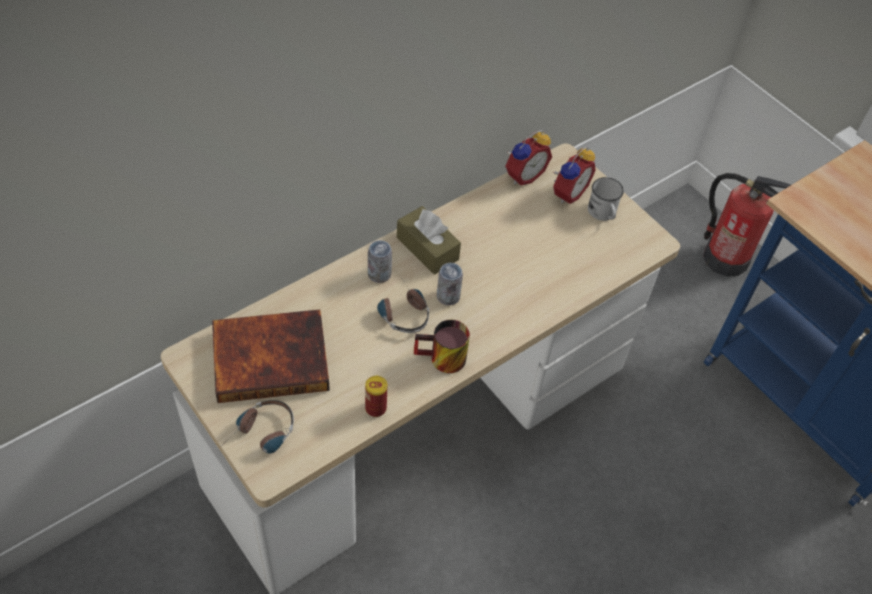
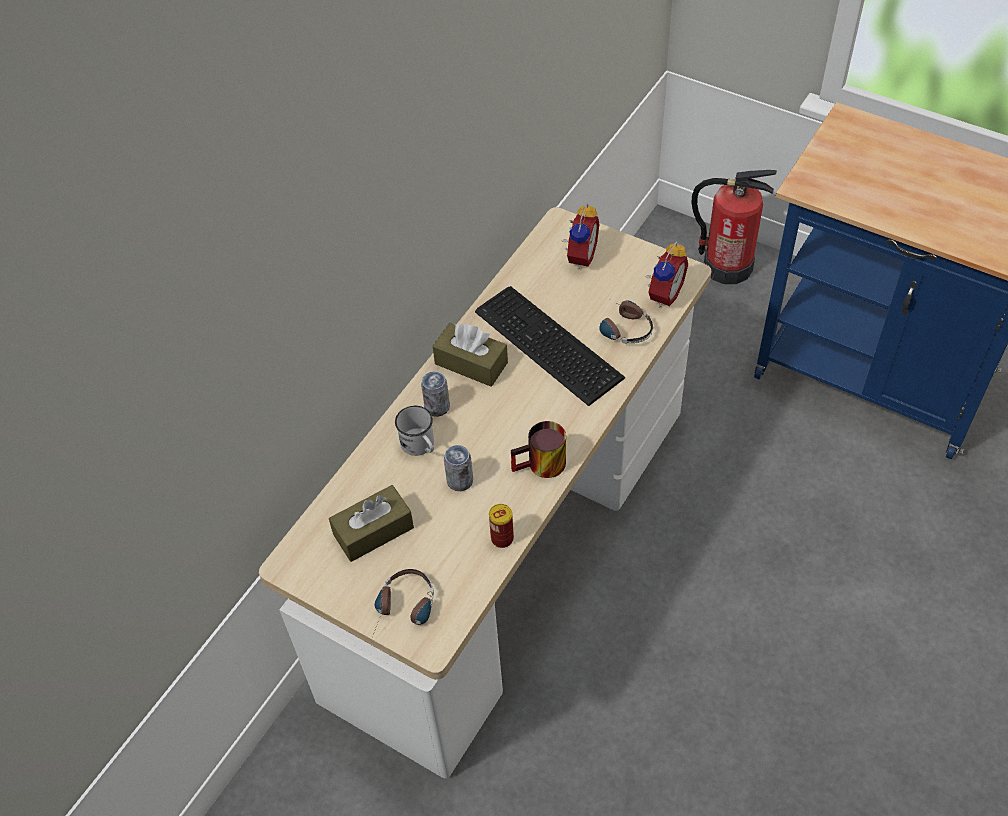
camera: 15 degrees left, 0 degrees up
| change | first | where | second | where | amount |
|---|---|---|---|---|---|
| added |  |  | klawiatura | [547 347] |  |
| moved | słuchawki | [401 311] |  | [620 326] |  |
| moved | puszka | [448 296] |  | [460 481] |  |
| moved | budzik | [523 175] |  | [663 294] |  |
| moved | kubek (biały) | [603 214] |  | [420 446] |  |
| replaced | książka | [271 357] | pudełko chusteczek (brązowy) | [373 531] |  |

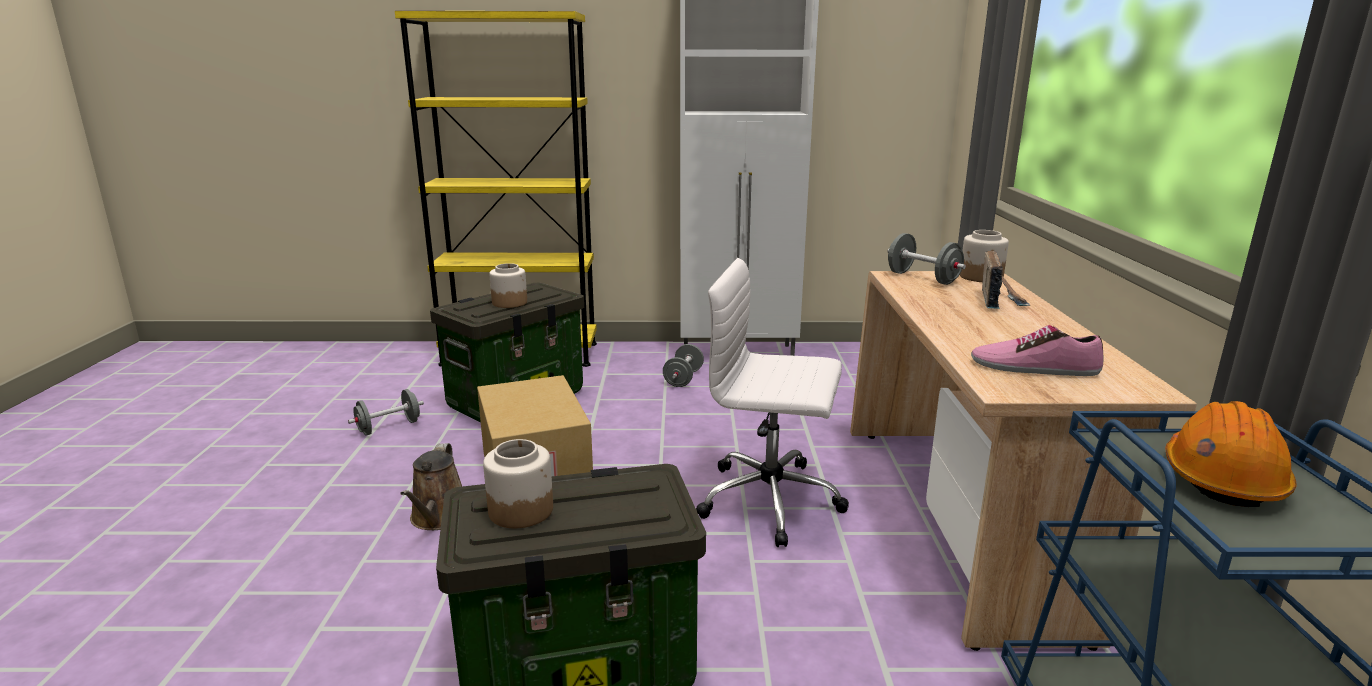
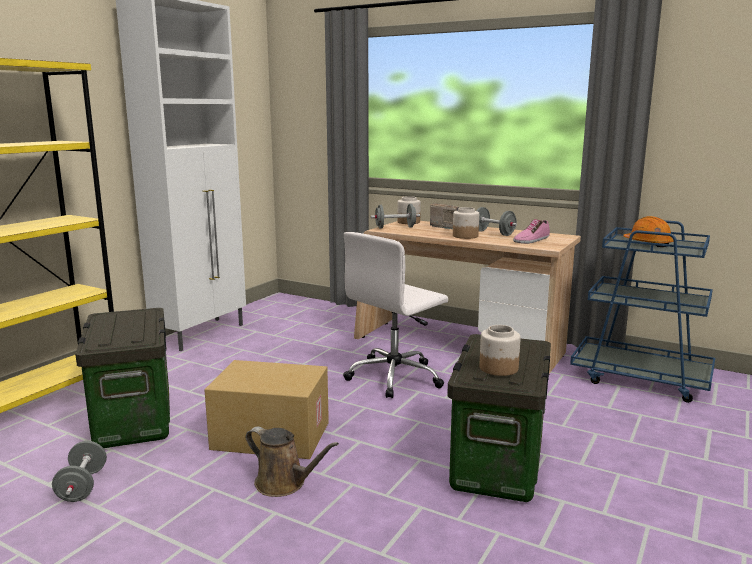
camera: 60 degrees left, 5 degrees down
| change | first | where | second | where | amount |
|---|---|---|---|---|---|
| moved | słoik | [509 302] |  | [465 236] |  |
| moved | hantel (szary) | [683 379] |  | [493 233] |  |

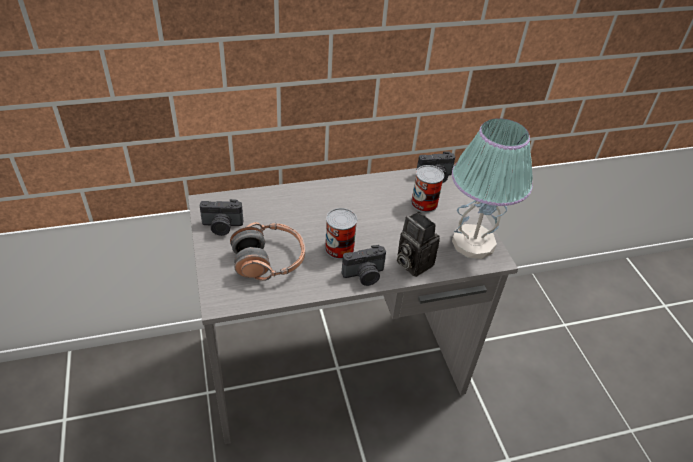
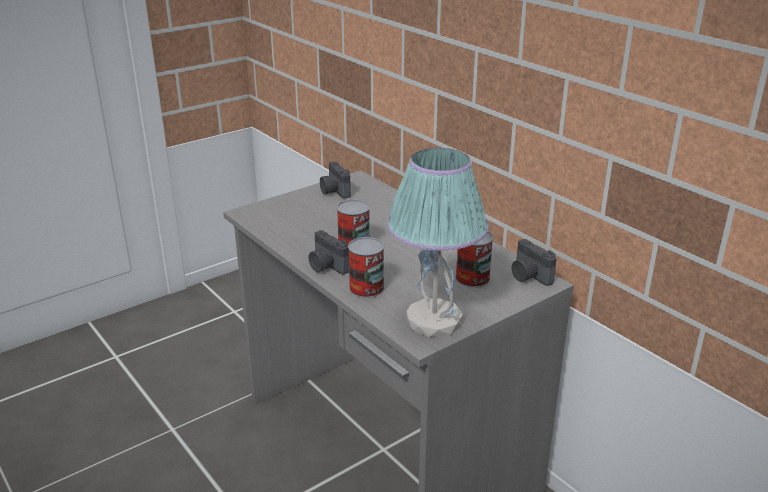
camera: 70 degrees right, 15 degrees down
| change | first | where | second | where | amount |
|---|---|---|---|---|---|
| removed | słuchawki | [269 260] |  |  |  |
| replaced | aparat fotograficzny | [412 263] | puszka | [366 288] |  |

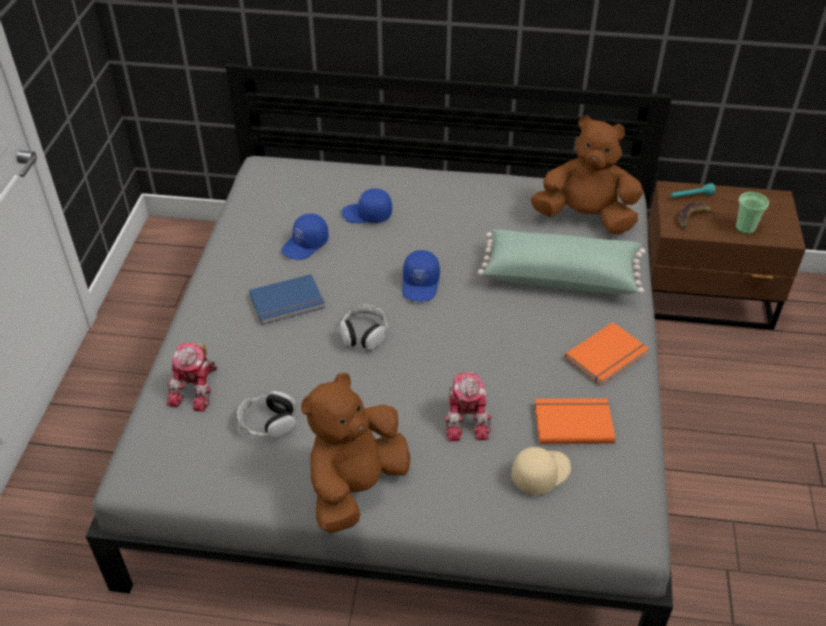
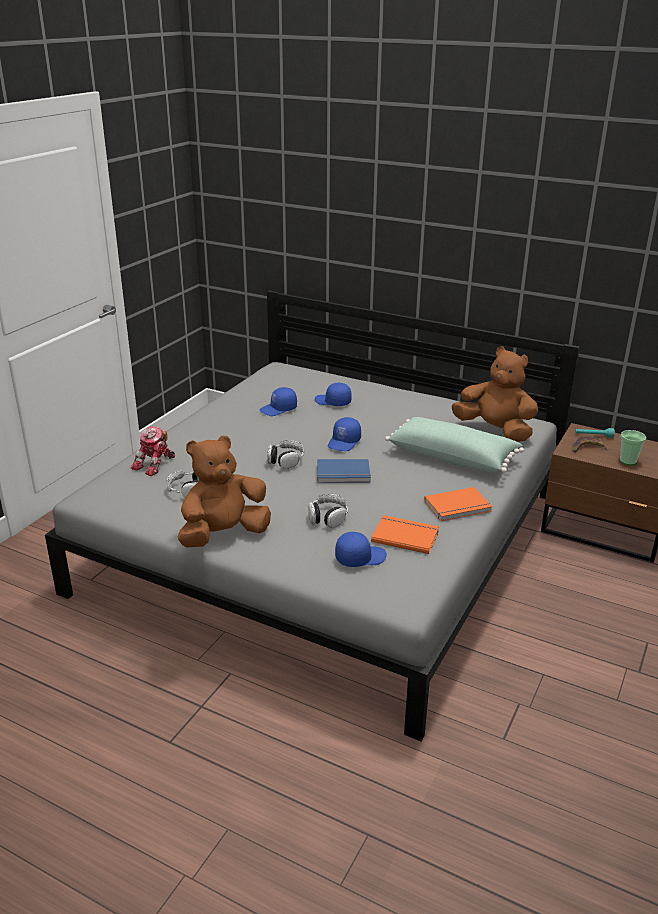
camera: 20 degrees right, 15 degrees down
| change | first | where | second | where | amount |
|---|---|---|---|---|---|
| moved | książka (niebieski) | [288 302] |  | [343 474] |  |
| replaced | robot zabawkowy | [467 418] | słuchawki | [328 517] |  |
| recoloured | czapka z daszkiem (beżowy) | [540 473] | czapka z daszkiem (niebieski) | [360 557] |  |

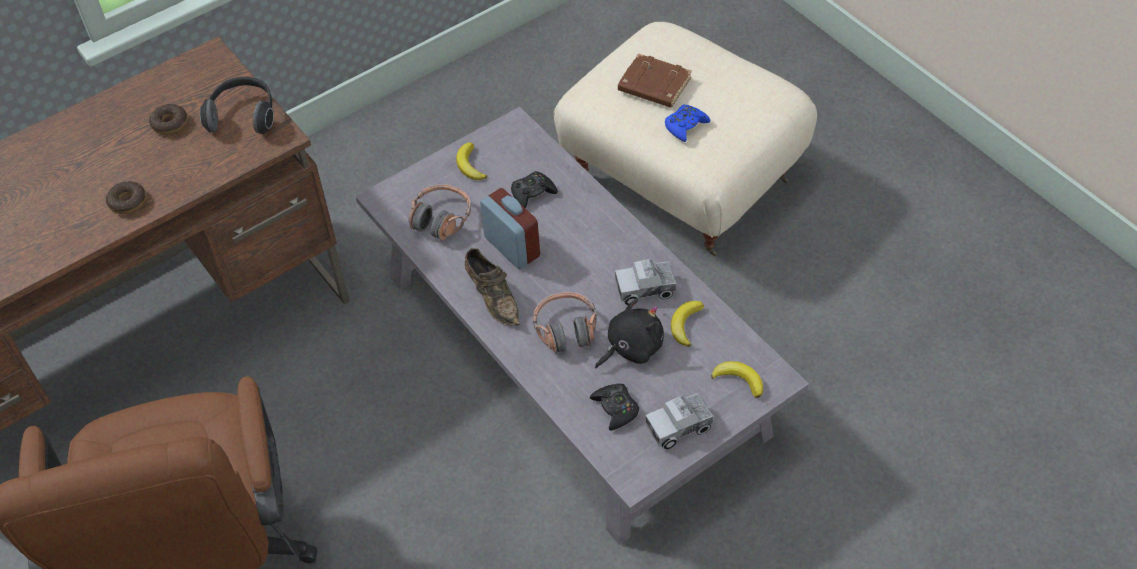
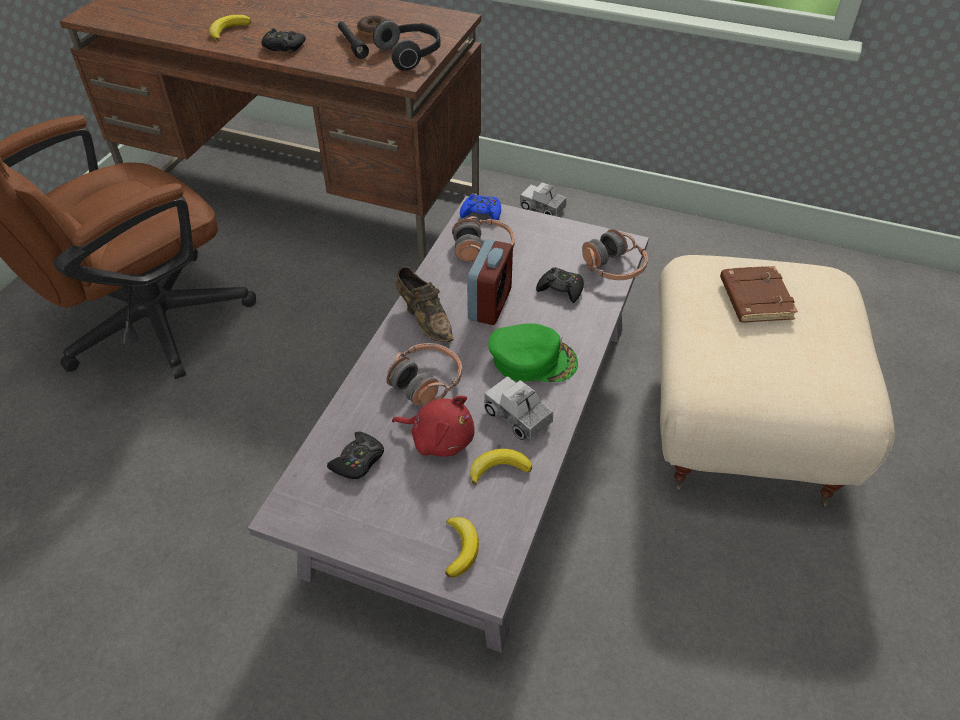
camera: 55 degrees right, 5 degrees down
| change | first | where | second | where | amount |
|---|---|---|---|---|---|
| added |  |  | latarka (czarny) | [352 45] |  |
| added |  |  | czapka z daszkiem (zielony) | [532 359] |  |
| added |  |  | słuchawki | [613 267] |  |
| moved | banan | [470 165] |  | [228 30] |  |
| moved | ciężarówka zabawkowa | [679 426] |  | [543 208] |  |
| moved | pad do gier (niebieski) | [685 126] |  | [481 213] |  |
| replaced | donut | [128 202] | pad do gier (czarny) | [283 47] |  |
| recoloured | pluszak (czarny) | [631 347] | pluszak (czerwony) | [439 439] |  |
| turned | but (brązowy) | [493 298] |  | [425 318] | 60 degrees counterclockwise |

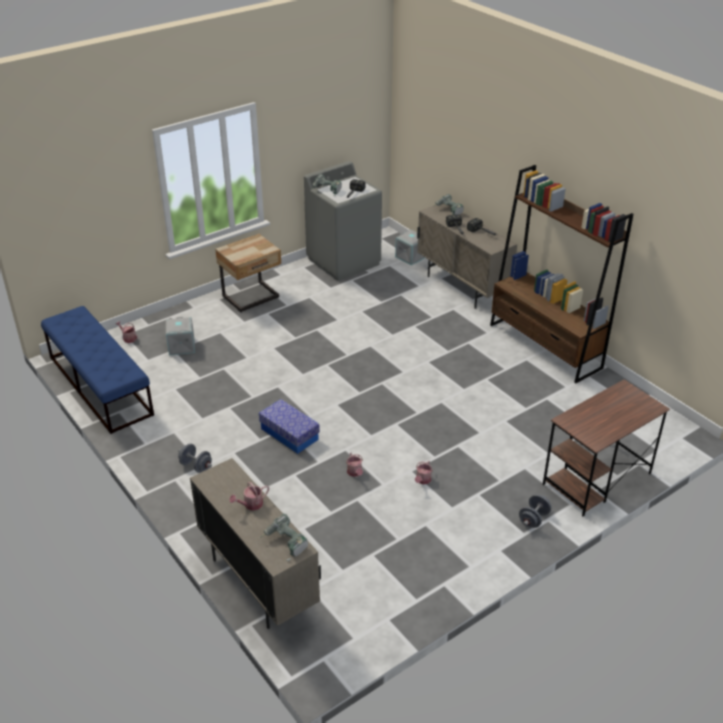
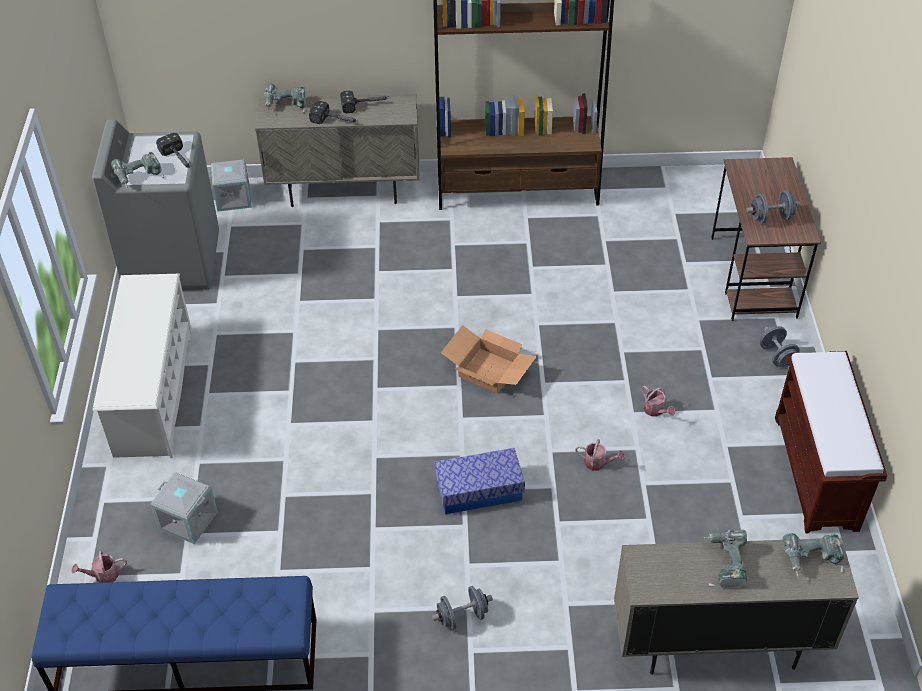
camera: 55 degrees left, 10 degrees up
| change | first | where | second | where | amount |
|---|---|---|---|---|---|
| added |  |  | karton | [489 370] |  |
| added |  |  | hantel (szary) | [770 218] |  |
| added |  |  | ławka (brązowy) | [816 473] |  |
| replaced | szafka nocna (beżowy) | [252 298] | regał na buty (biały) | [153 392] |  |
| replaced | konewka | [251 505] | wiertarka | [724 564] |  |

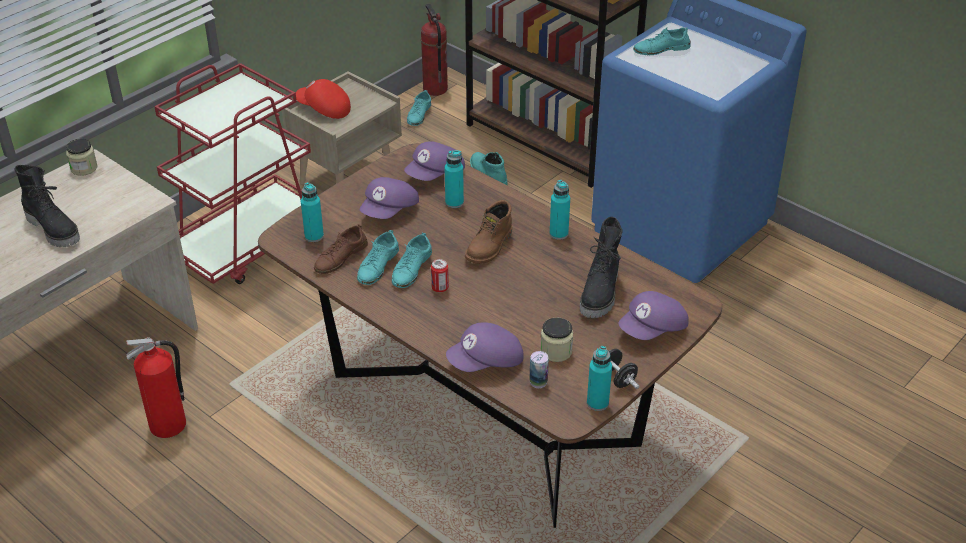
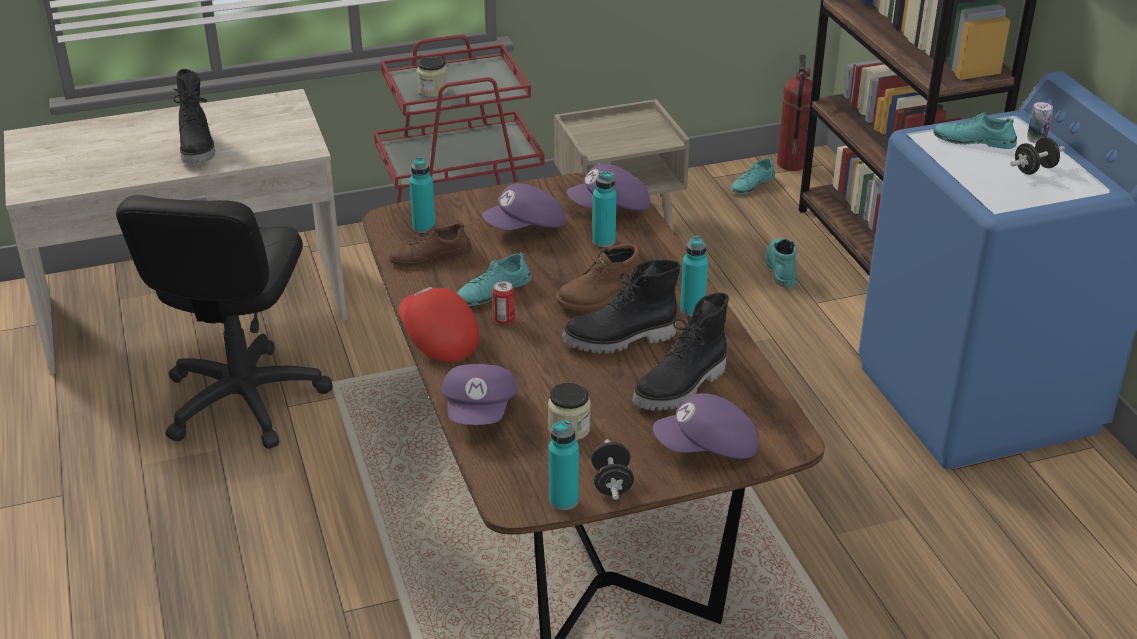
camera: 30 degrees right, 5 degrees down
| change | first | where | second | where | amount |
|---|---|---|---|---|---|
| removed | but (turkusowy) | [378 266] |  |  |  |
| added |  |  | but z cholewką (czarny) | [620 340] |  |
| added |  |  | hantel (czarny) | [1034 169] |  |
| moved | słoik | [84 168] |  | [433 91] |  |
| moved | czapka z daszkiem (czerwony) | [324 109] |  | [437 339] |  |
| moved | puszka | [538 382] |  | [1036 139] |  |
| replaced | gaśnica | [169 425] | krzesło biurowe (czarny) | [243 400] |  |
| turned | czapka z daszkiem (fioletowy) | [486 362] |  | [480 411] | 90 degrees counterclockwise |

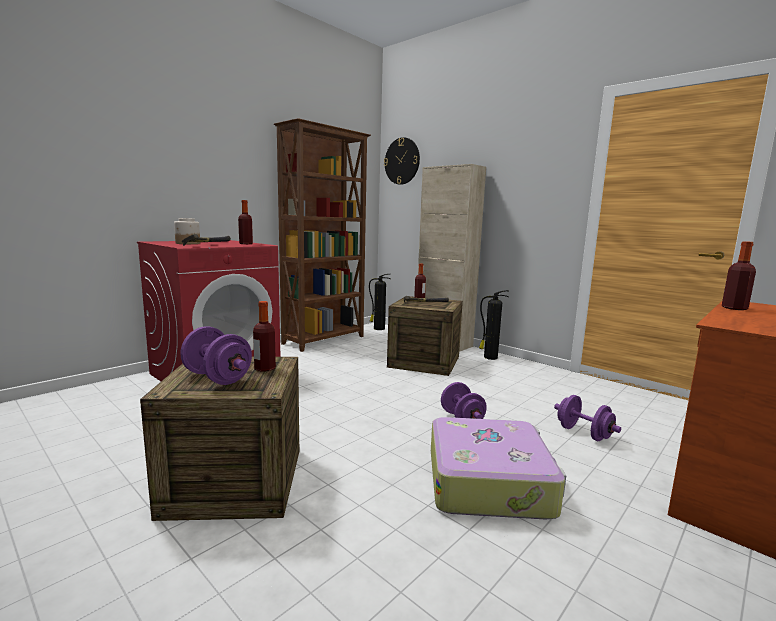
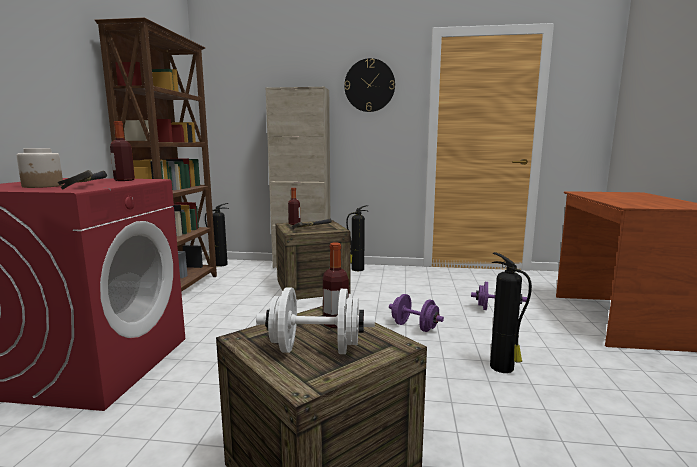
camera: 35 degrees left, 0 degrees up
| change | first | where | second | where | amount |
|---|---|---|---|---|---|
| removed | butelka | [734 308] |  |  |  |
| moved | zegar ścienny | [402 161] |  | [369 85] |  |
| replaced | walizka | [489 481] | gaśnica | [503 368] |  |
| recoloured | hantel (fioletowy) | [217 377] | hantel (biały) | [316 349] |  |

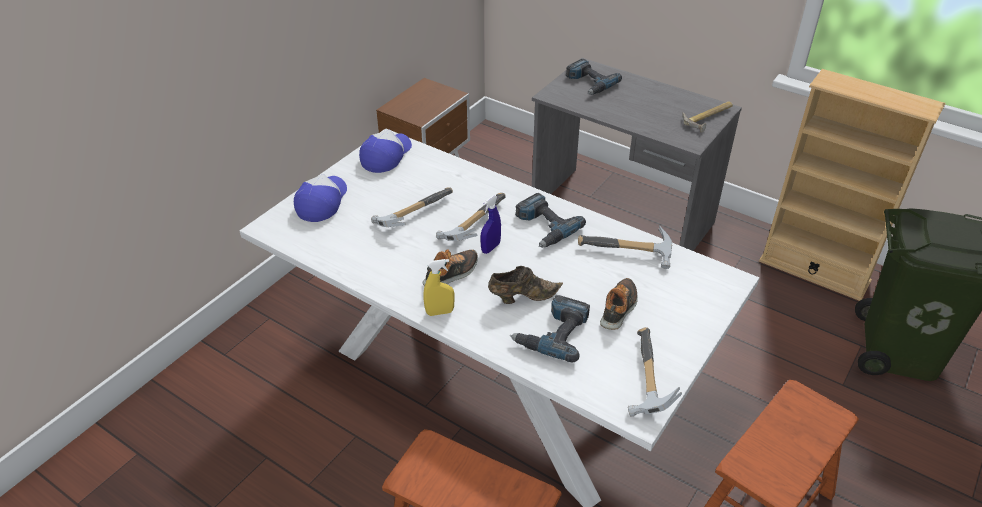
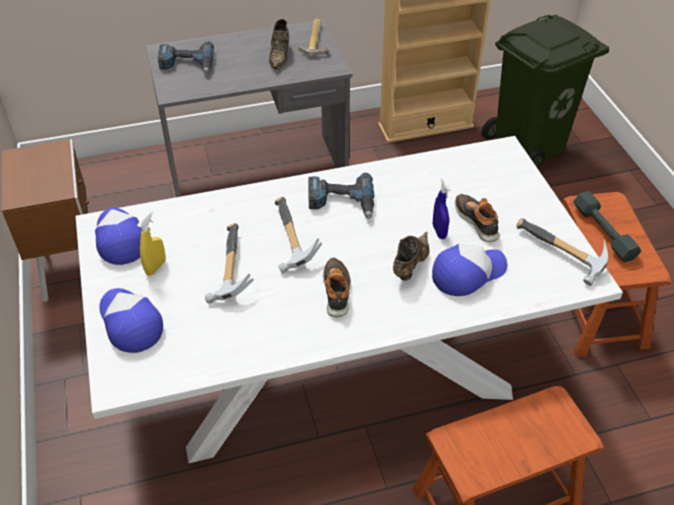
camera: 50 degrees left, 5 degrees up
| change | first | where | second | where | amount |
|---|---|---|---|---|---|
| removed | młotek | [627 255] |  |  |  |
| added |  |  | but (brązowy) | [280 55] |  |
| added |  |  | hantel (szary) | [603 232] |  |
| moved | spryskiwacz (żółty) | [440 312] |  | [156 267] |  |
| moved | spryskiwacz (niebieski) | [490 248] |  | [439 231] |  |
| replaced | wiertarka | [553 333] | czapka z daszkiem | [468 273] |  |

